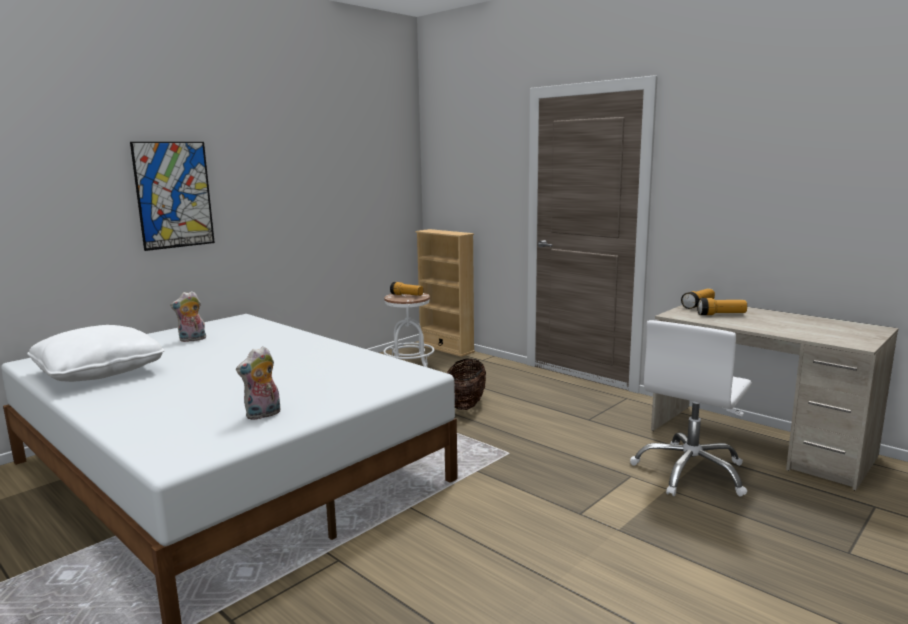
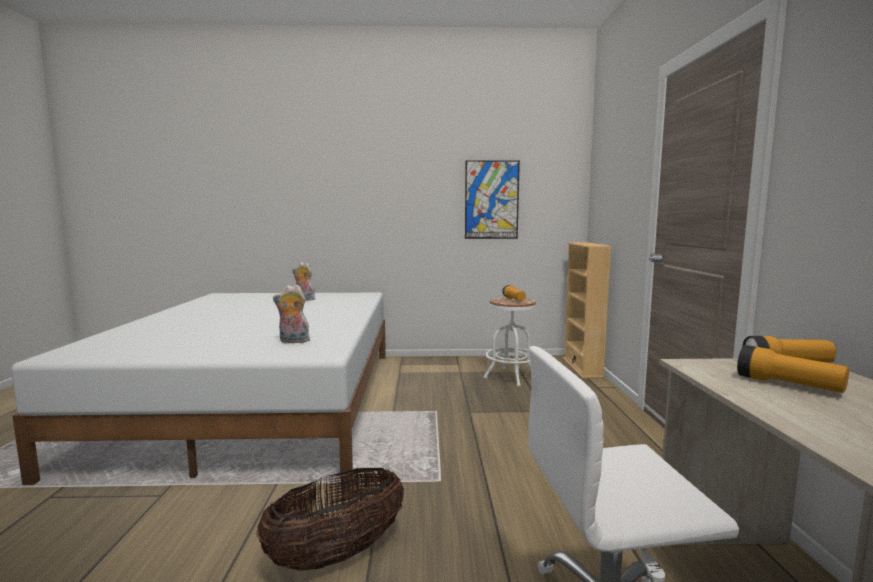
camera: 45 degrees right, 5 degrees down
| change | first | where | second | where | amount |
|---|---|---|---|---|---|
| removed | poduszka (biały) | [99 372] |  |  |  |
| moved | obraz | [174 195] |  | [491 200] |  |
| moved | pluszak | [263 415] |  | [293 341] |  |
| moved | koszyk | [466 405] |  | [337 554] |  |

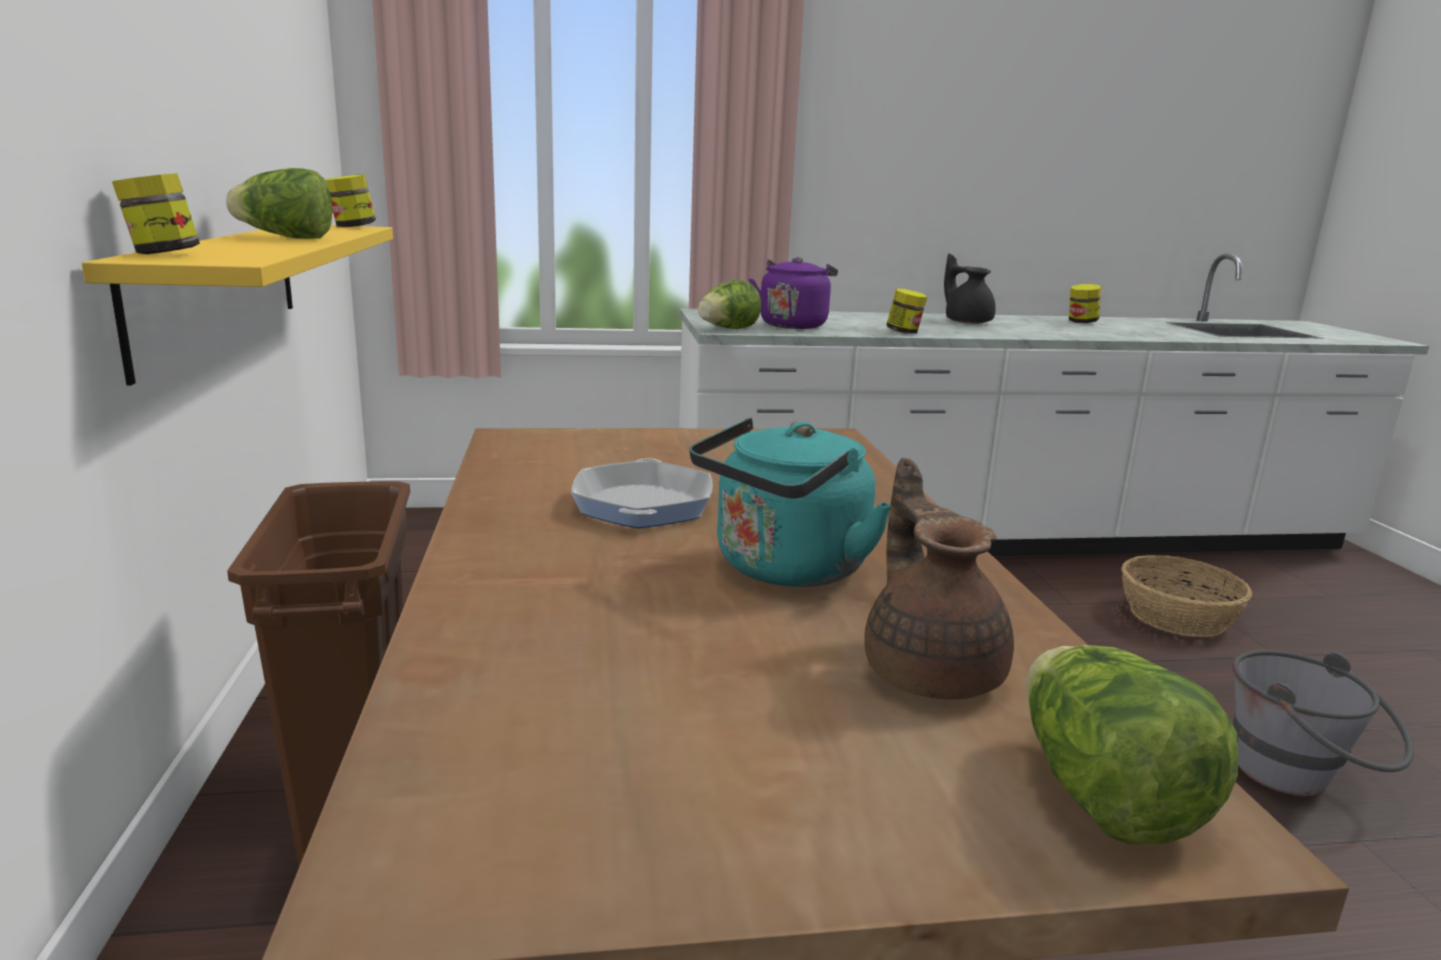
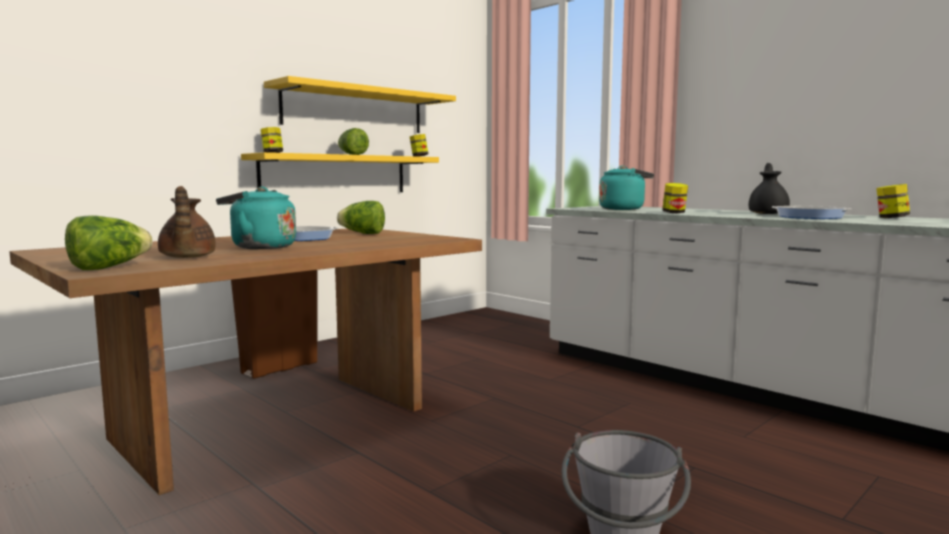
camera: 55 degrees right, 10 degrees down
| change | first | where | second | where | amount |
|---|---|---|---|---|---|
| removed | koszyk | [1176 616] |  |  |  |
| added |  |  | półka (żółty) | [354 110] |  |
| added |  |  | patelnia | [809 217] |  |
| moved | sałata | [727 329] |  | [363 234] |  |
| recoloured | czajnik (fioletowy) | [793 325] | czajnik (turkusowy) | [624 209] |  |
| turned | imbryk (brązowy) | [930 670] |  | [186 257] | 120 degrees clockwise |

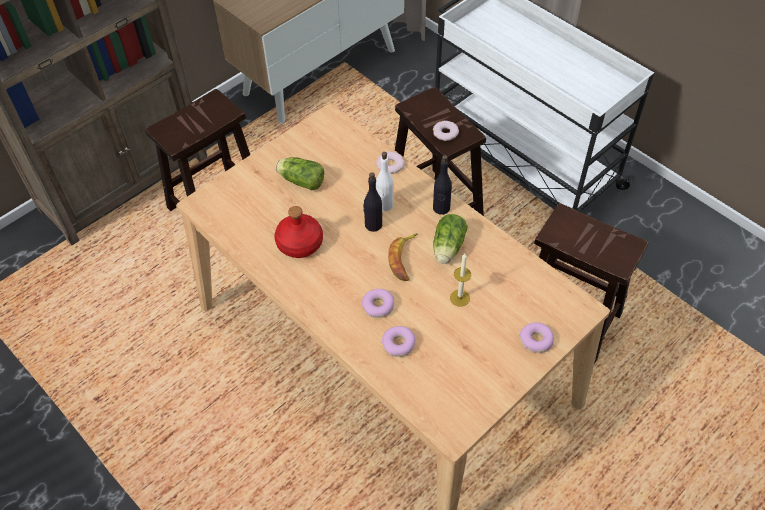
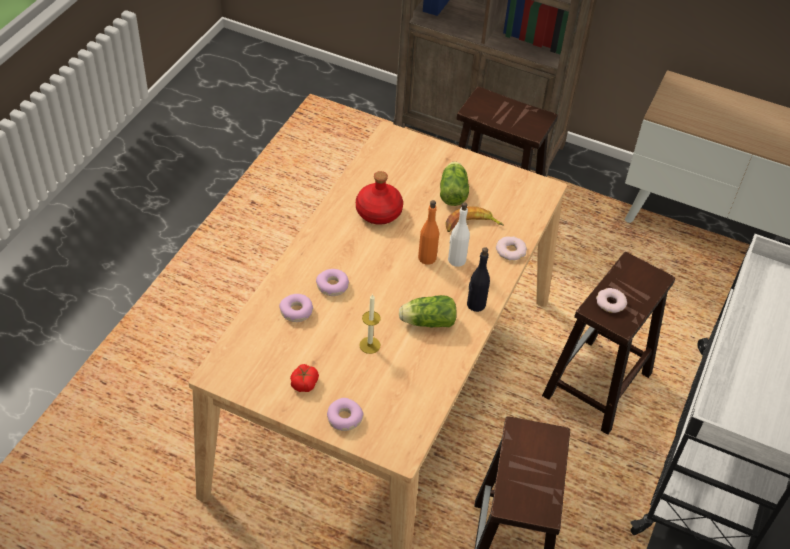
camera: 65 degrees right, 5 degrees down
| change | first | where | second | where | amount |
|---|---|---|---|---|---|
| added |  |  | pomidor | [304 383] |  |
| moved | banan | [404 259] |  | [471 225] |  |
| recoloured | butelka (czarny) | [373 225] | butelka (pomarańczowy) | [427 257] |  |

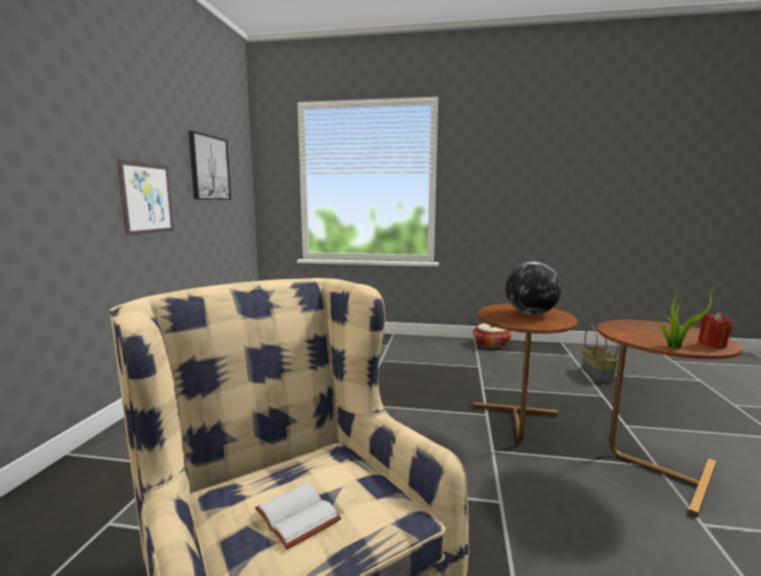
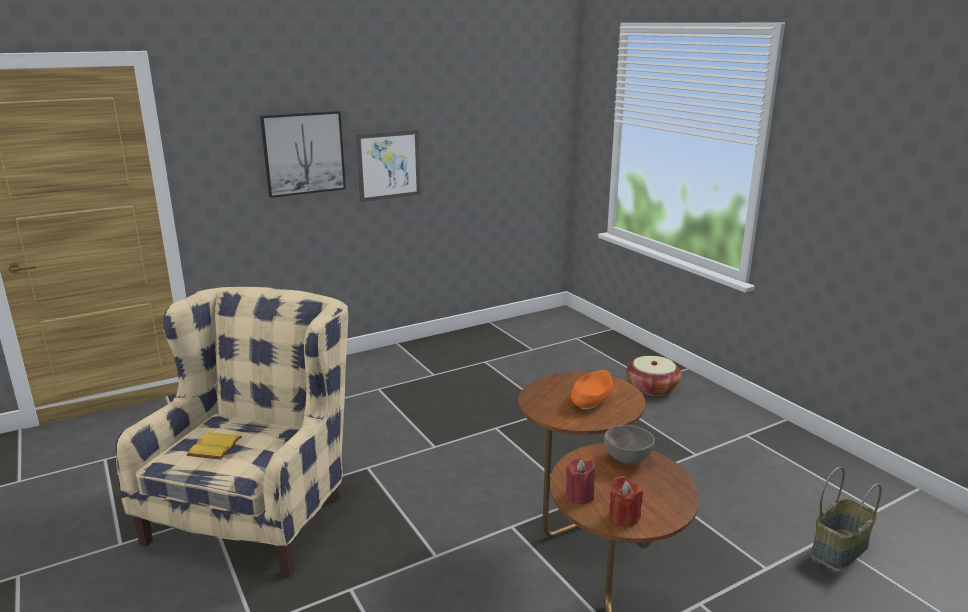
camera: 50 degrees right, 10 degrees up
| change | first | where | second | where | amount |
|---|---|---|---|---|---|
| added |  |  | miska (szary) | [627 458] |  |
| moved | obraz | [209 168] |  | [303 153] |  |
| moved | koszyk | [491 344] |  | [652 388] |  |
| replaced | globus | [530 314] | miska (pomarańczowy) | [591 400] |  |
| replaced | roślina doniczkowa | [676 346] | świeca (czerwony) | [579 496] |  |
| recoloured | książka (biały) | [295 516] | książka (żółty) | [214 446] |  |

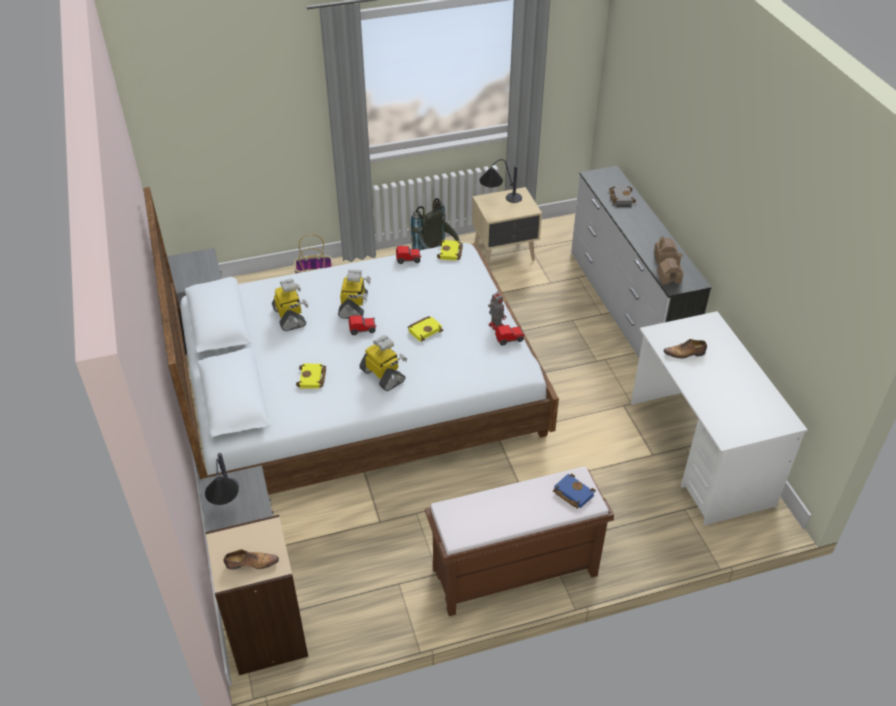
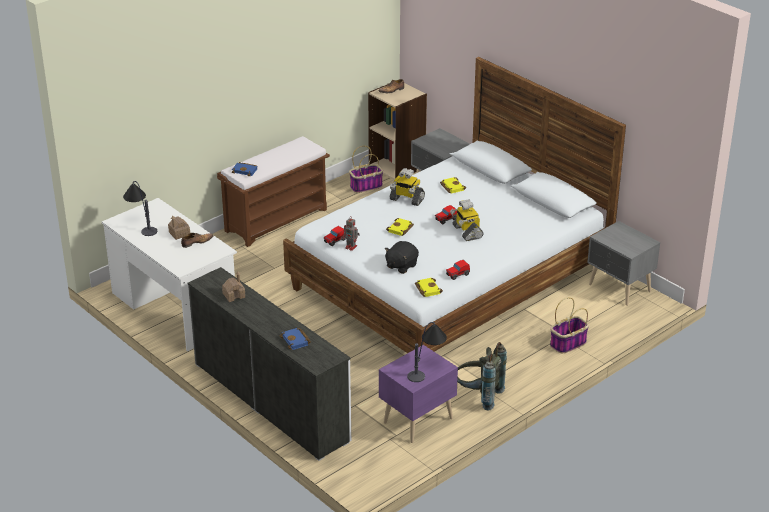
camera: 155 degrees right, 10 degrees down
| change | first | where | second | where | amount |
|---|---|---|---|---|---|
| removed | robot zabawkowy | [290 317] |  |  |  |
| added |  |  | koszyk | [366 186] |  |
| added |  |  | pluszak (czarny) | [401 266] |  |
| moved | lampa stołowa | [228 505] |  | [141 224] |  |
| moved | domek | [669 277] |  | [179 233] |  |
| recoloured | szafka nocna (beżowy) | [505 254] | szafka nocna (fioletowy) | [416 420] |  |
| recoloured | książka (szary) | [620 197] | książka (niebieski) | [296 341] |  |

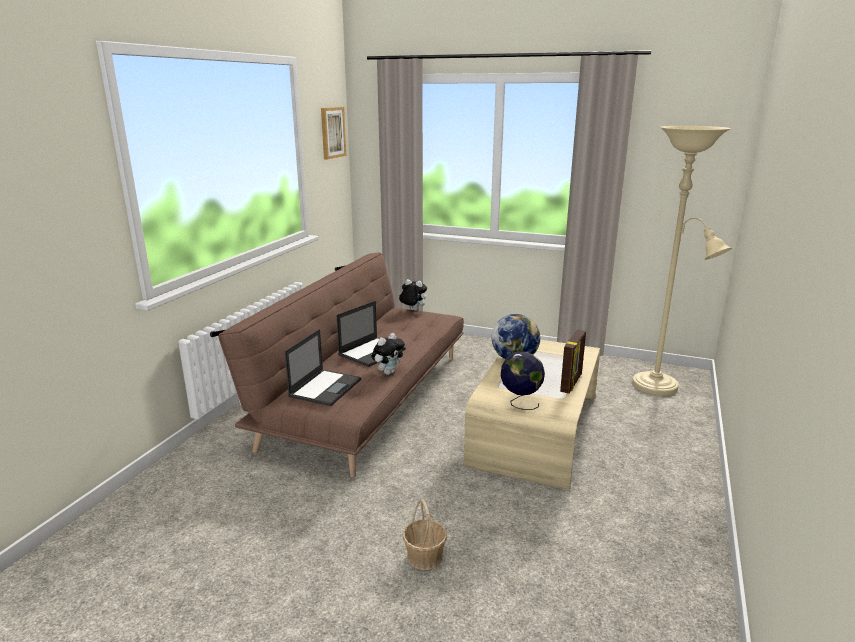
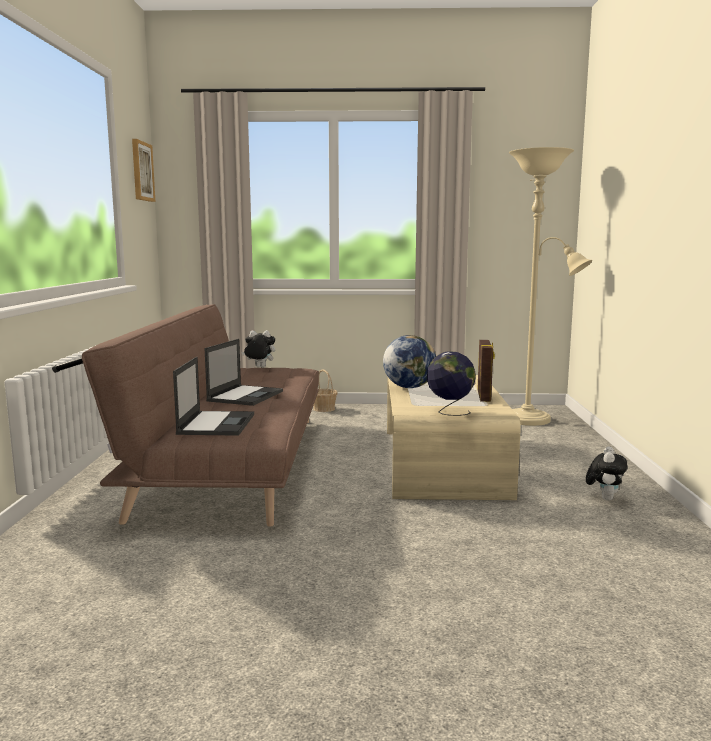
camera: 20 degrees left, 10 degrees down
| change | first | where | second | where | amount |
|---|---|---|---|---|---|
| moved | pluszak | [388 372] |  | [604 498] |  |
| moved | koszyk | [425 556] |  | [324 409] |  |

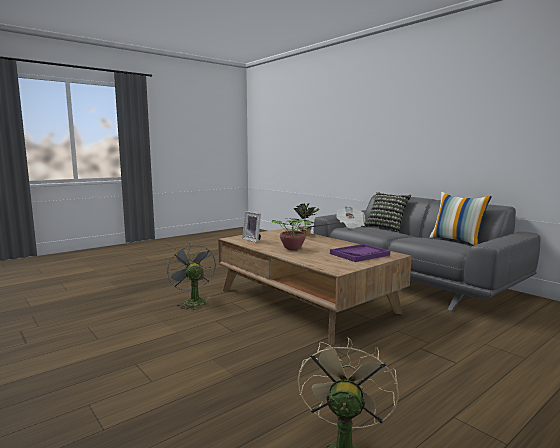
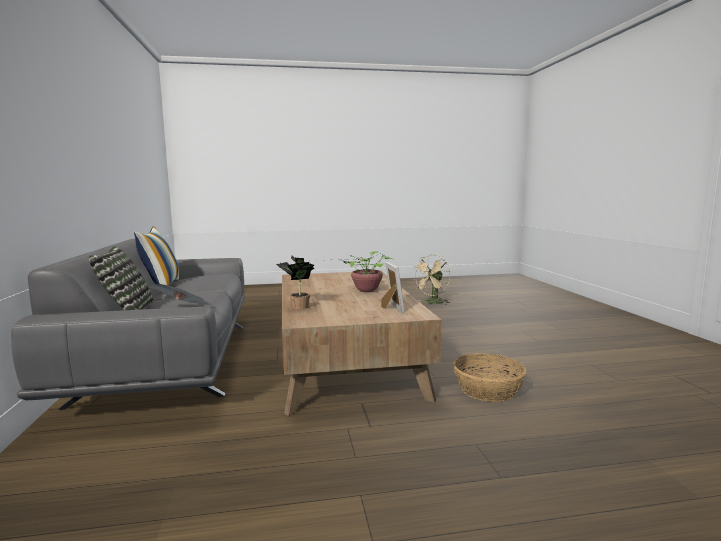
camera: 150 degrees left, 0 degrees up
| change | first | where | second | where | amount |
|---|---|---|---|---|---|
| removed | taca (fioletowy) | [359 254] |  |  |  |
| replaced | wentylator (szary) | [192 301] | koszyk | [488 390] |  |

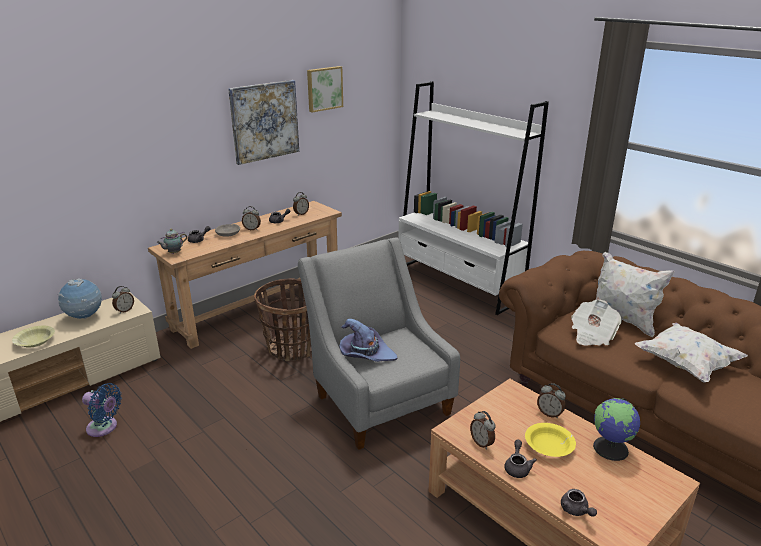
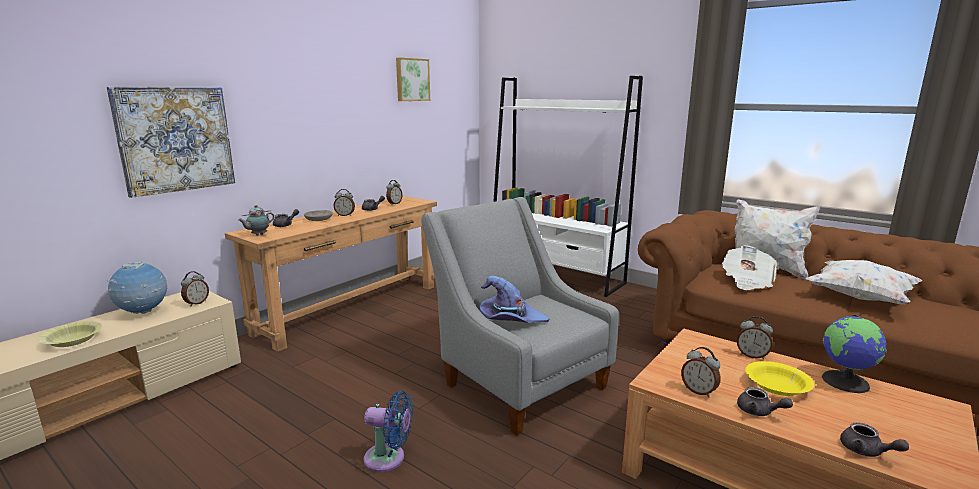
camera: 10 degrees left, 10 degrees down
| change | first | where | second | where | amount |
|---|---|---|---|---|---|
| removed | koszyk | [291 348] |  |  |  |
| moved | wentylator (niebieski) | [104 428] |  | [388 459] |  |
| moved | obraz | [264 121] |  | [175 139] |  |
| turned | imbryk (szary) | [517 467] |  | [759 412] | 135 degrees clockwise |

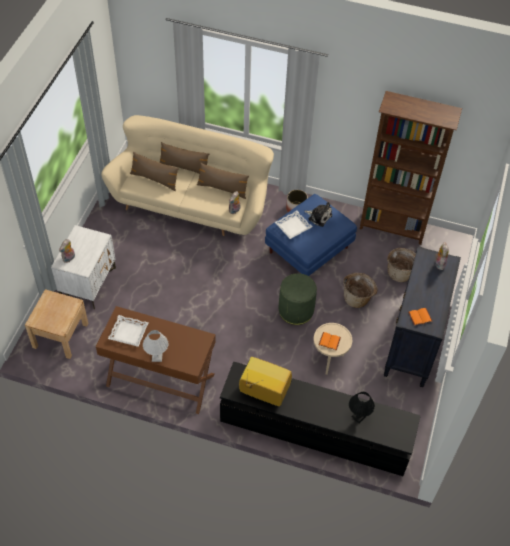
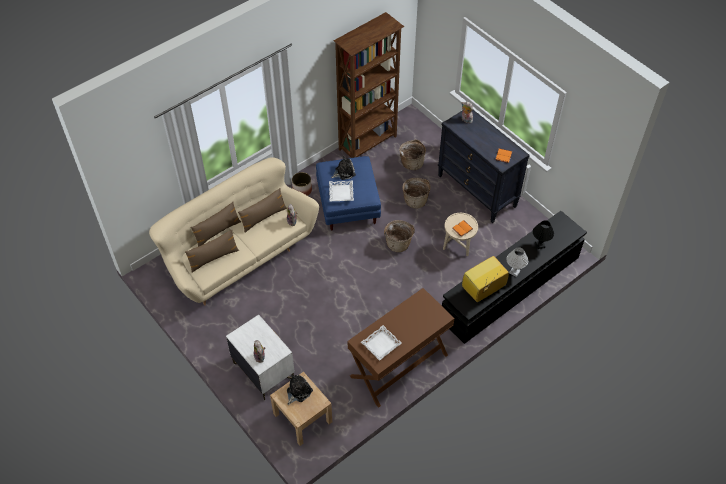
camera: 55 degrees left, 0 degrees up
| change | first | where | second | where | amount |
|---|---|---|---|---|---|
| added |  |  | pluszak | [298 391] |  |
| moved | lampa stołowa (biały) | [157 357] |  | [514 271] |  |
| replaced | pufa (zielony) | [296 310] | koszyk | [398 243] |  |

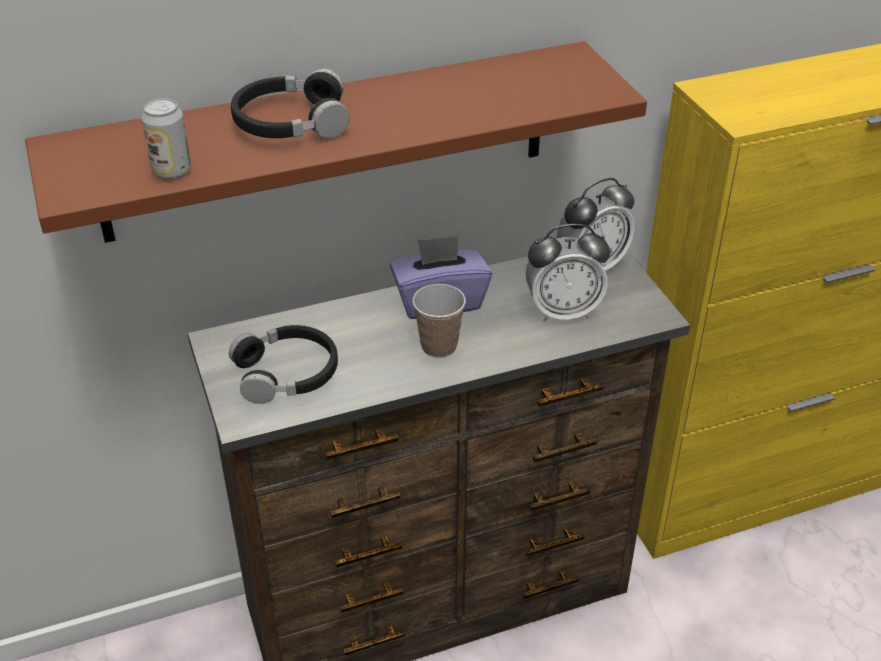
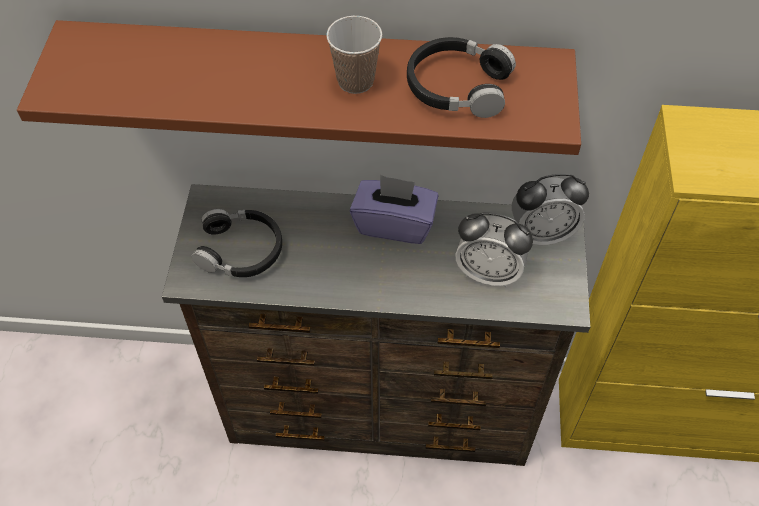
camera: 25 degrees right, 15 degrees up
| change | first | where | second | where | amount |
|---|---|---|---|---|---|
| removed | puszka | [172 171] |  |  |  |
| moved | słuchawki (czarny) | [290 123] |  | [457 87] |  |
| moved | filiżanka | [439 346] |  | [355 81] |  |

